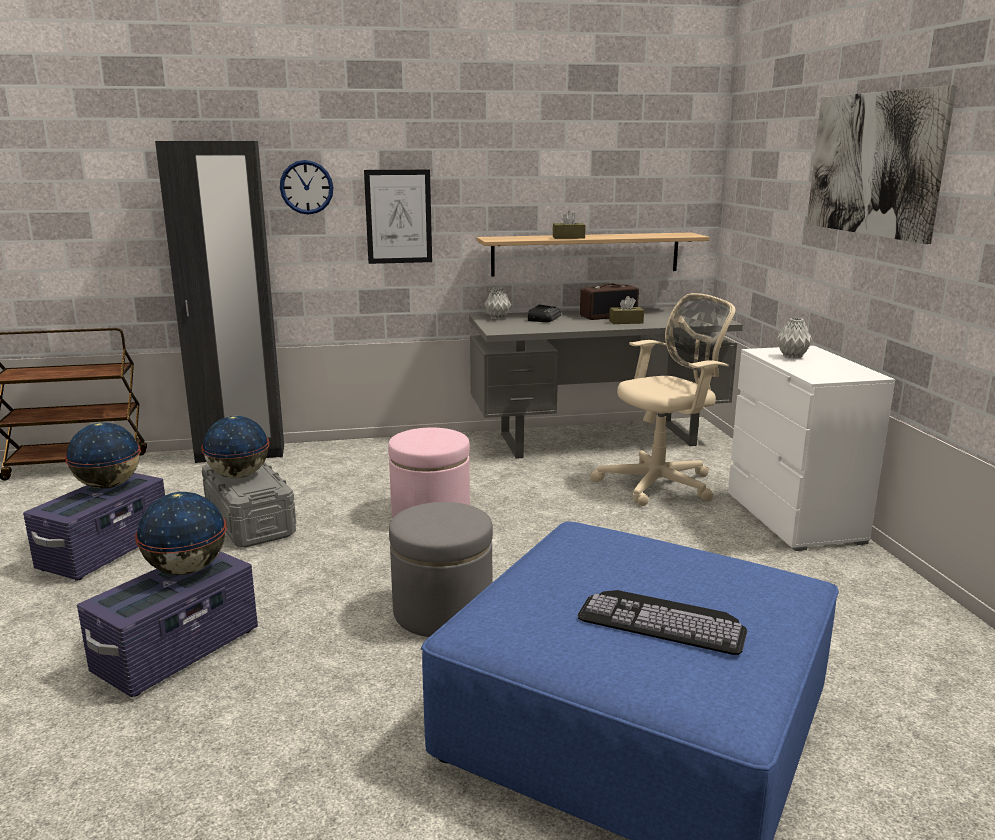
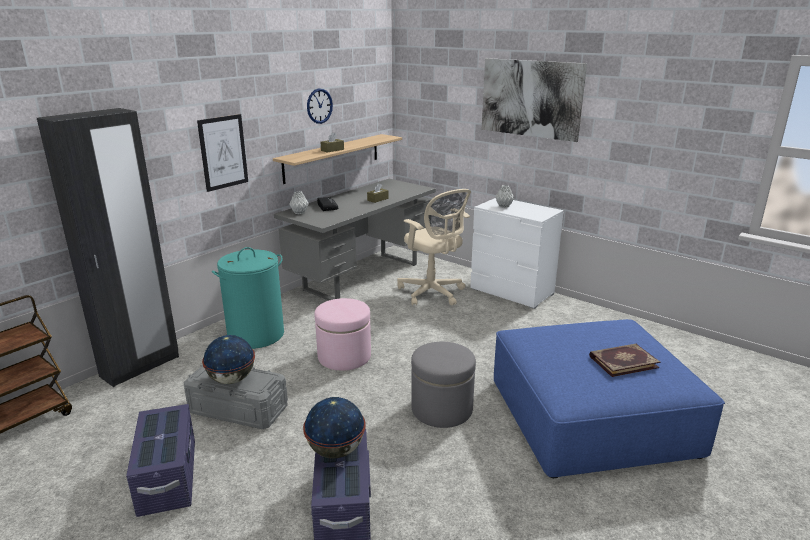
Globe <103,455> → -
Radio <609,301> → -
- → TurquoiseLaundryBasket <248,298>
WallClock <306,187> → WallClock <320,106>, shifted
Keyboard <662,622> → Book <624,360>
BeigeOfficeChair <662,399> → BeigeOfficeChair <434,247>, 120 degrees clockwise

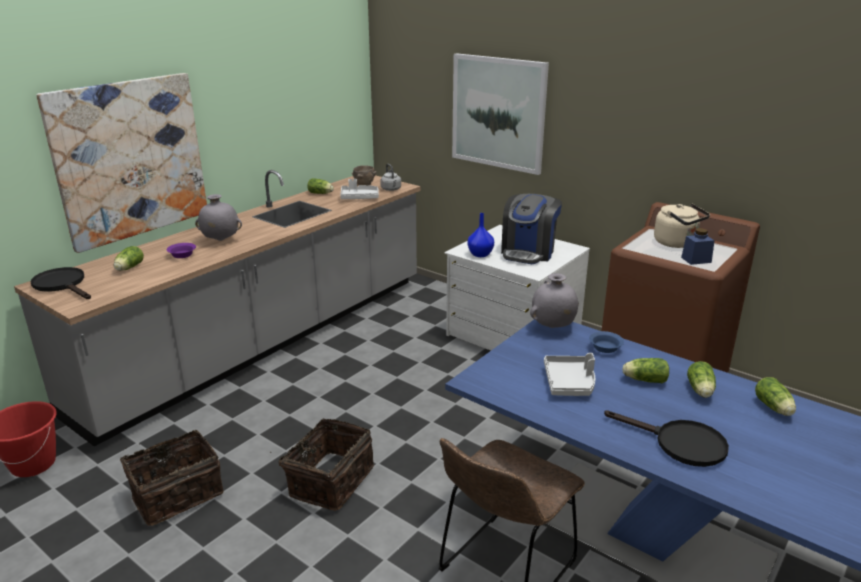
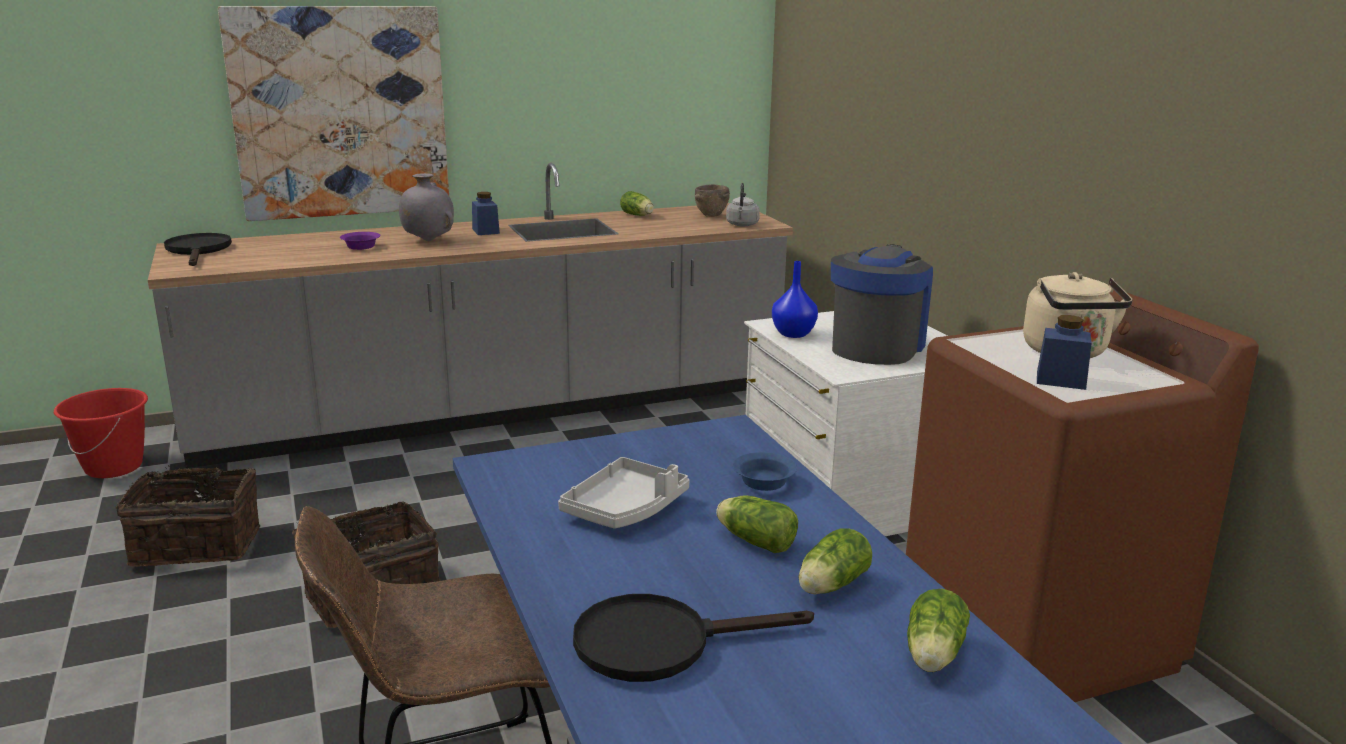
Lettuce <129,258> → -
GreyTray <359,189> → -
Picture <500,114> → -
GreyVase <554,300> → -
- → BlueJar <486,213>
CoffeeMachine <531,229> → CoffeeMachine <882,304>, 150 degrees clockwise
BlackFryingPan <666,439> → BlackFryingPan <693,638>, 105 degrees clockwise

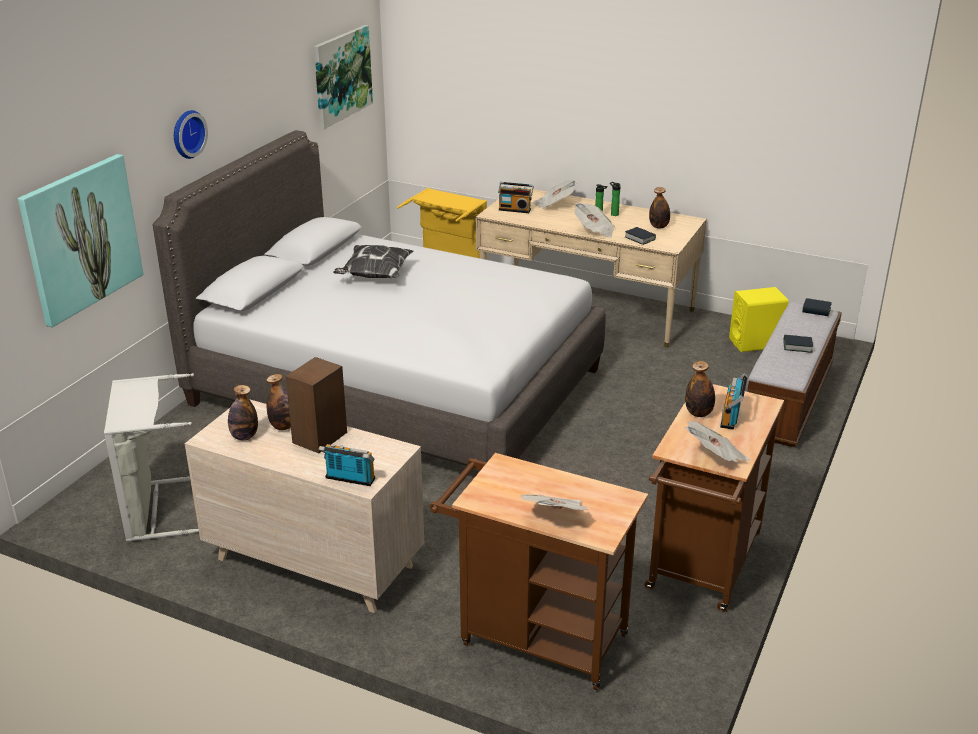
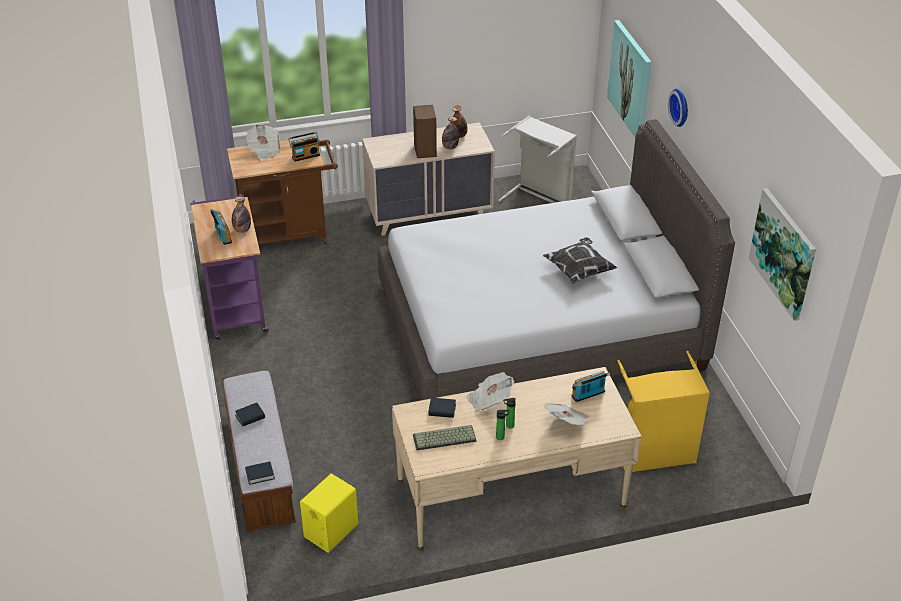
Newspaper <717,442> → -
Radio <347,465> → Radio <304,147>, shifted
Bottle <659,208> → Keyboard <445,438>
BrownCart <714,497> → PurpleCart <229,267>

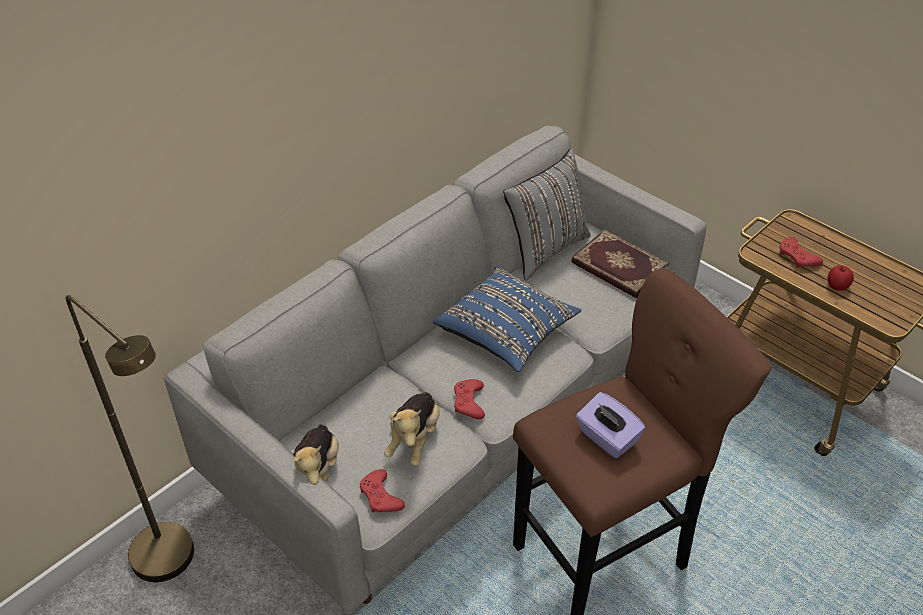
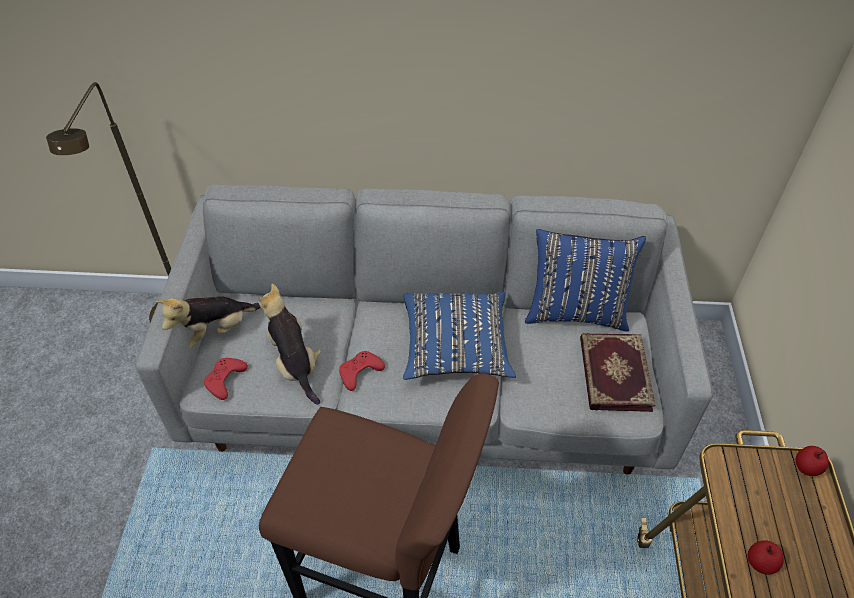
PurpleTissueBox <611,425> → -
RedGameController <801,252> → -
- → Apple <812,461>
GreyPillow <547,215> → BluePillow <585,280>
PlushToy <412,429> → PlushToy <289,344>, 90 degrees clockwise

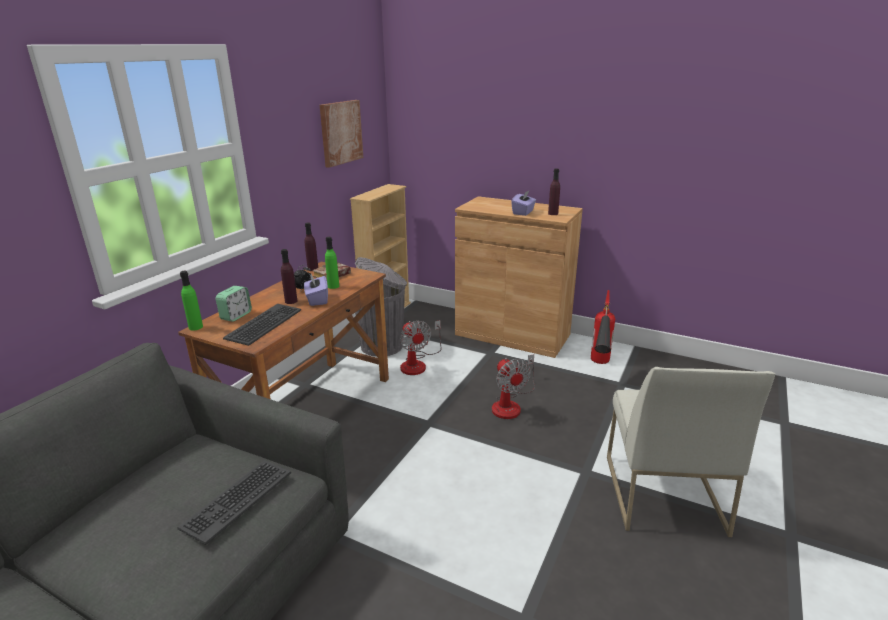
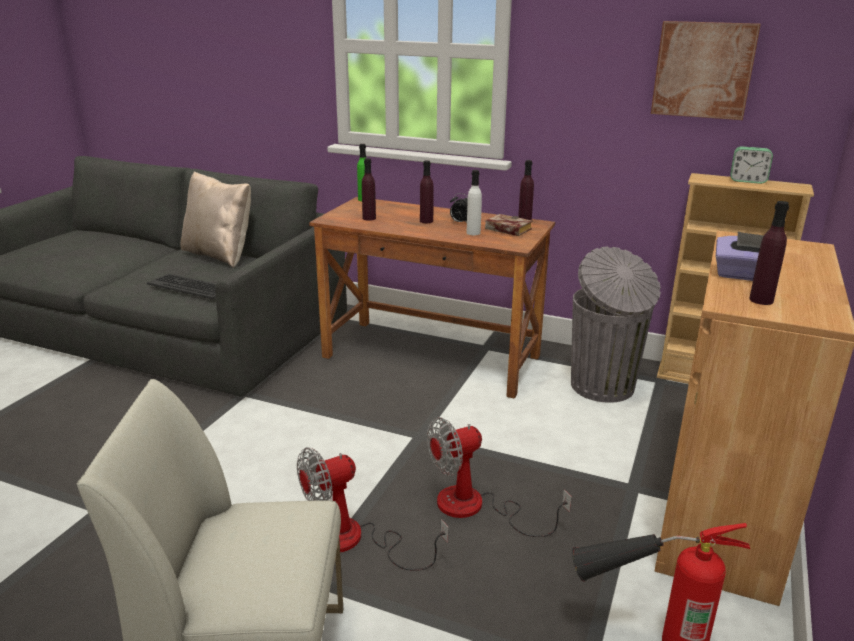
PurpleTissueBox <316,290> → -
- → BeigePillow <216,219>
AlarmClock <233,303> → AlarmClock <751,165>, shifted
Fan <421,347> → Fan <373,509>, shifted
Keyboard <262,325> → PurpleBottle <369,189>
GreenBottle <332,263> → WhiteBottle <474,202>

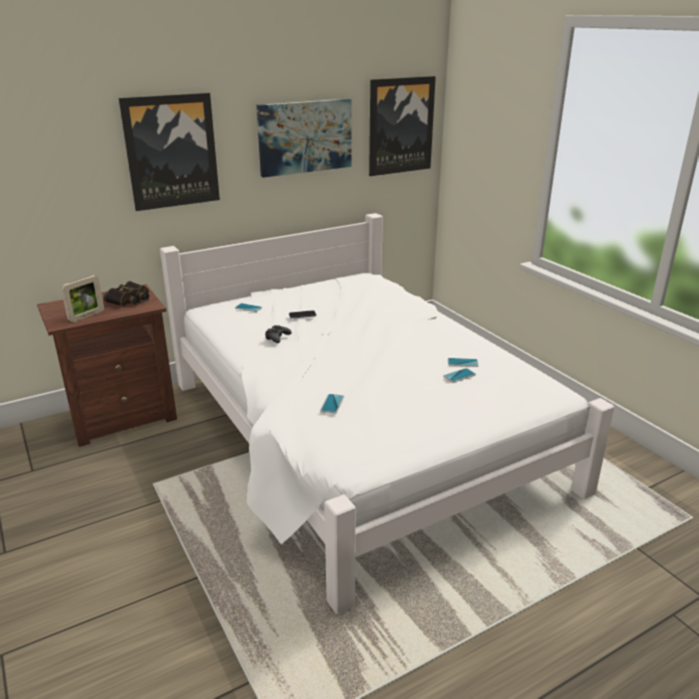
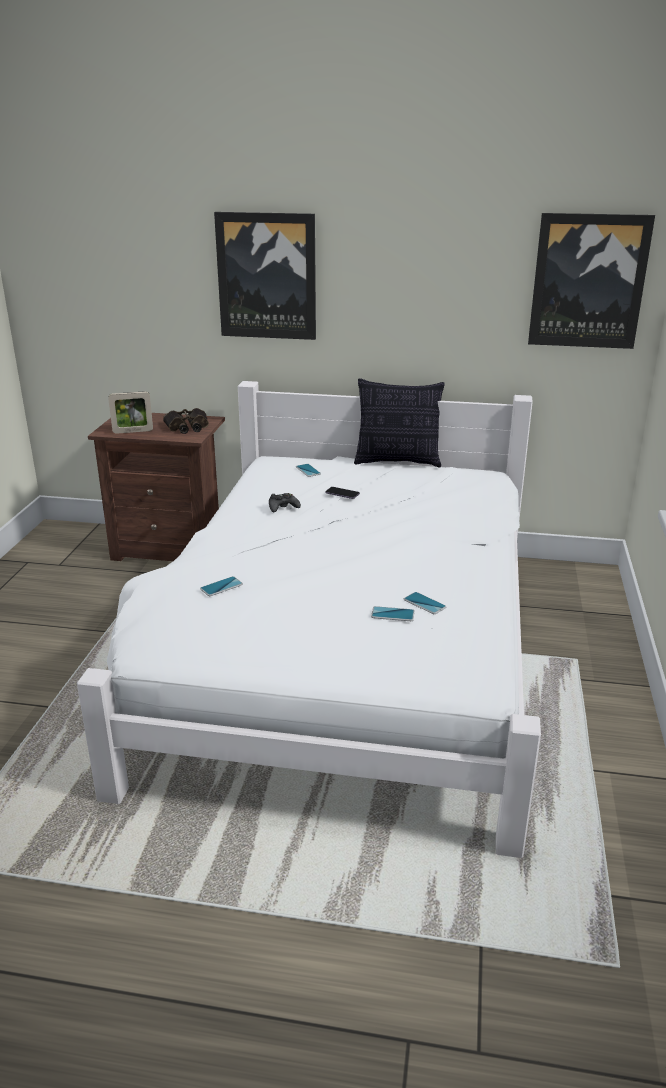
Picture <304,138> → -
- → Pillow <399,422>

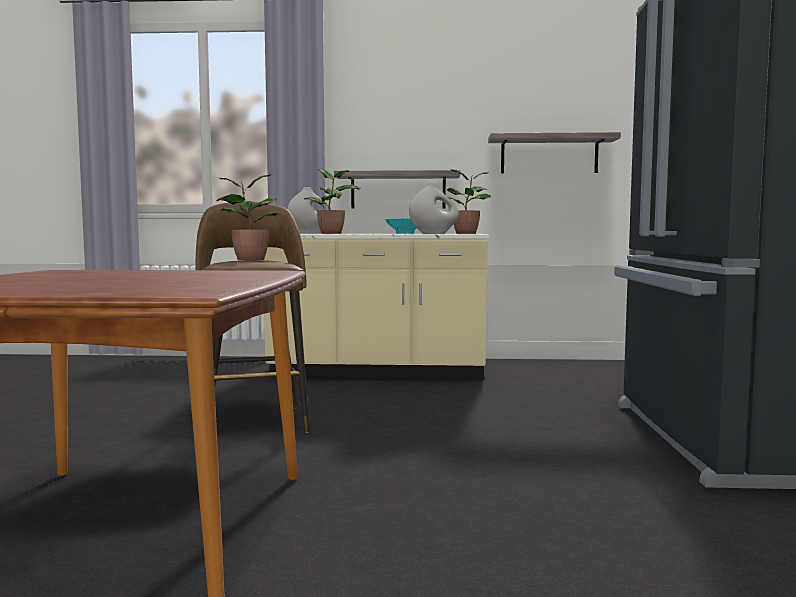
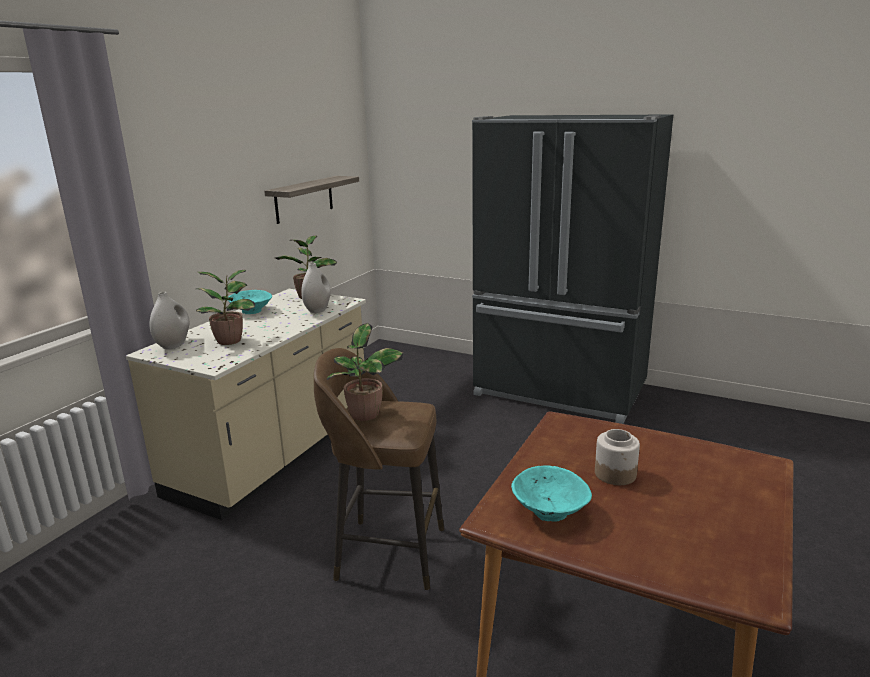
Shelf <397,189> → -
- → TurquoiseBowl <551,494>
- → Jar <617,457>

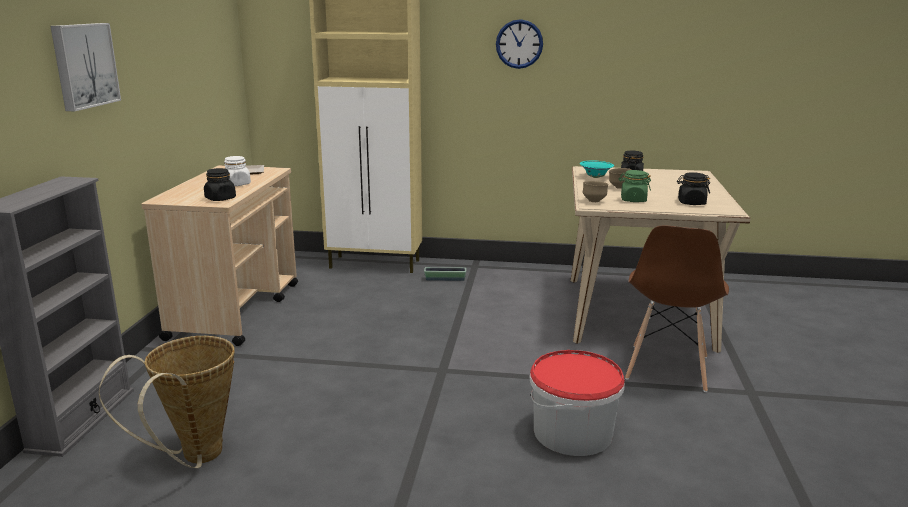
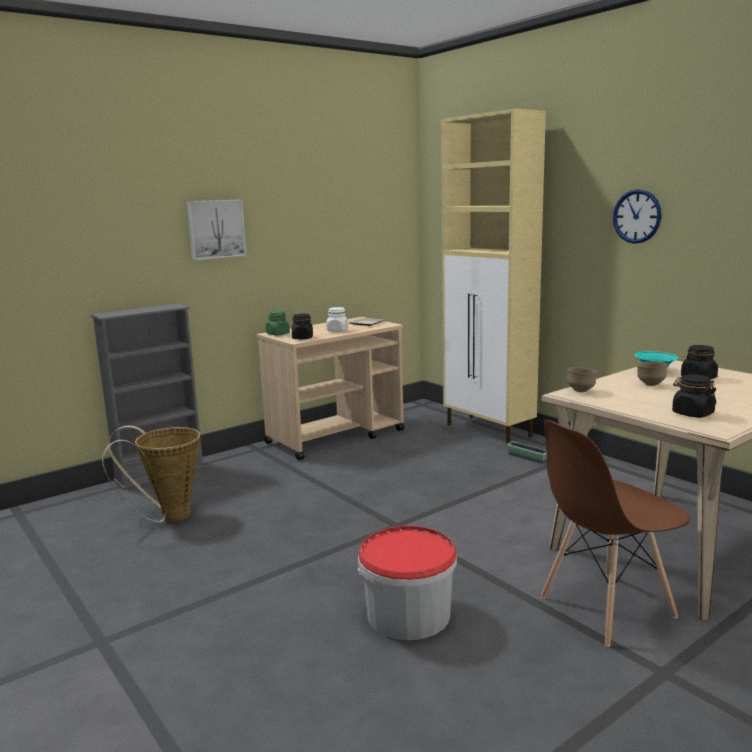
GreenJar <635,186> → GreenJar <278,322>, shifted

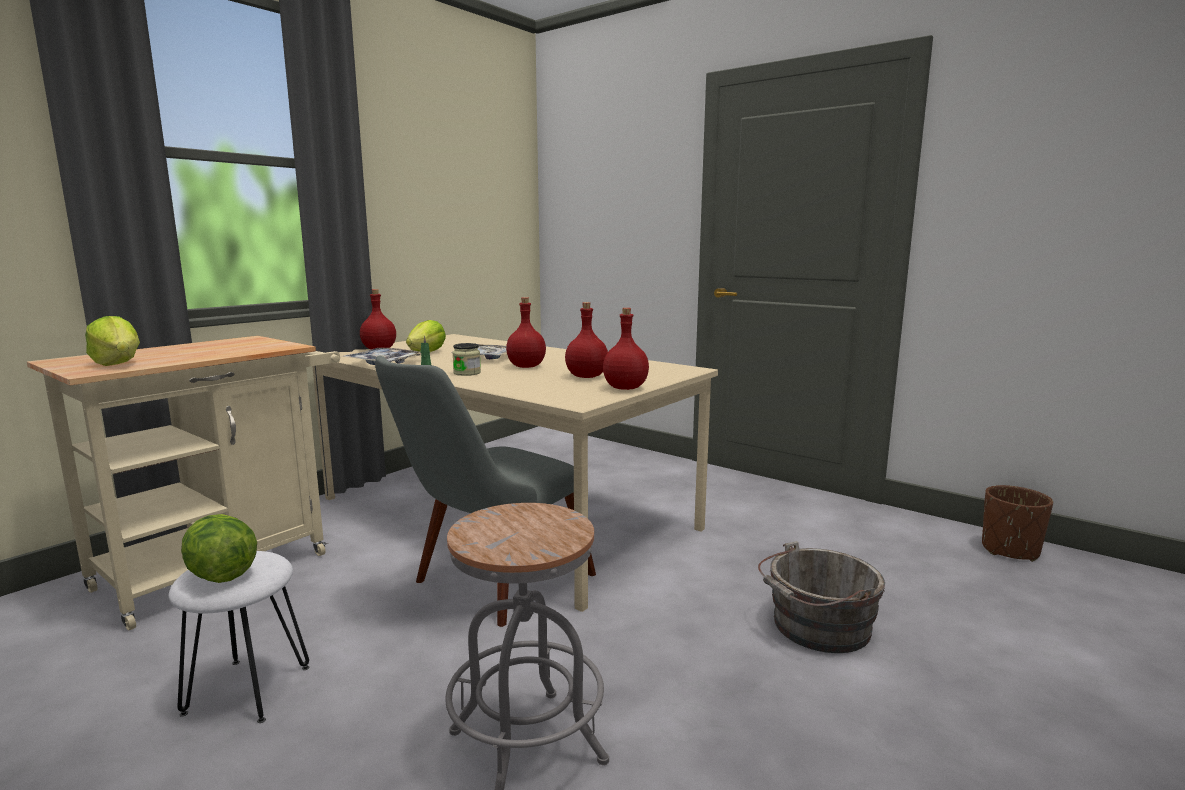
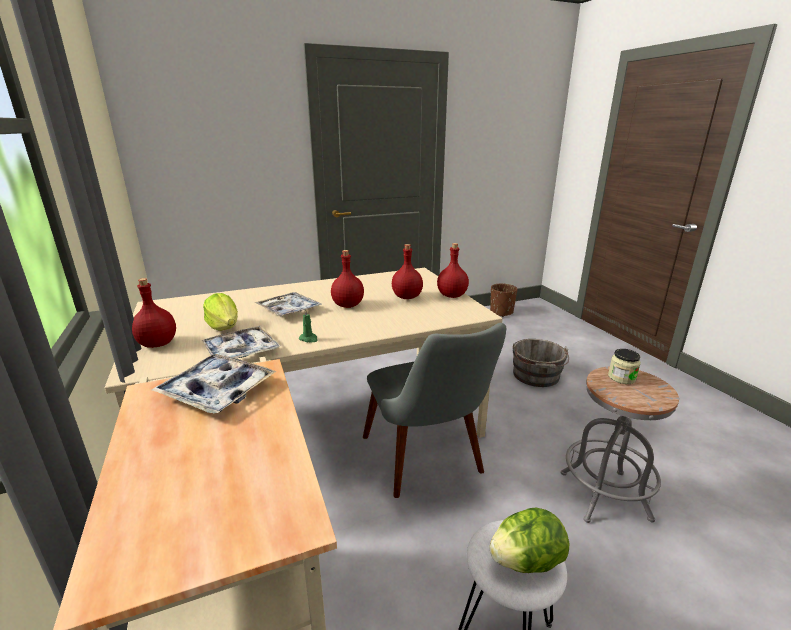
Lettuce <112,341> → -
- → Tray <214,384>
Jar <466,359> → Jar <624,366>, shifted

